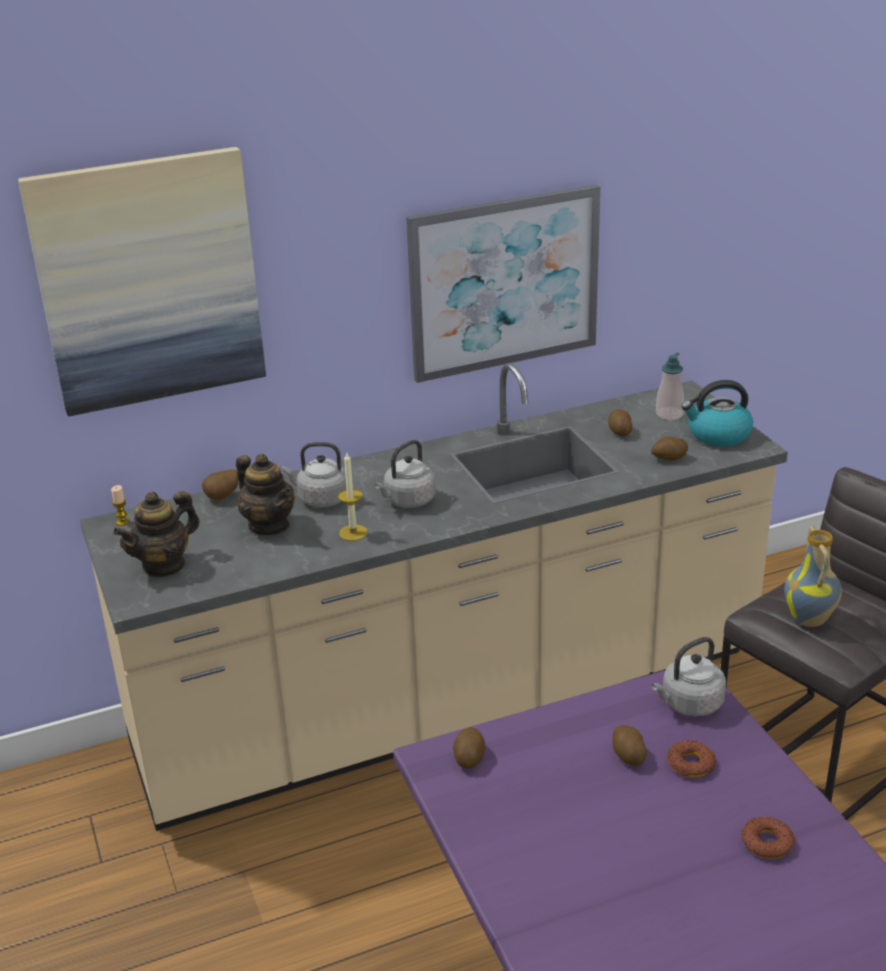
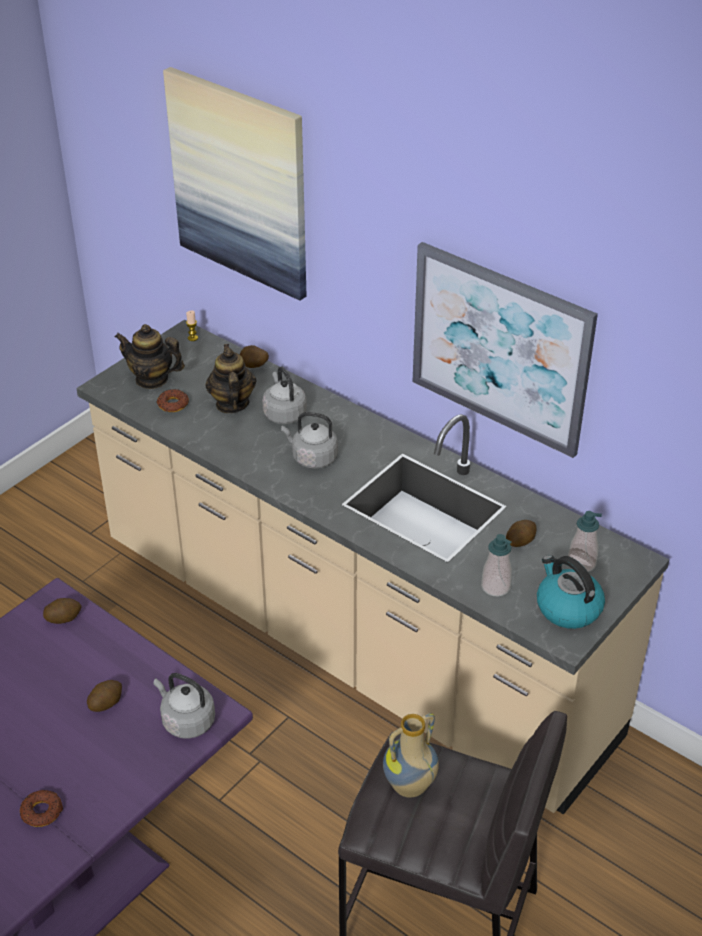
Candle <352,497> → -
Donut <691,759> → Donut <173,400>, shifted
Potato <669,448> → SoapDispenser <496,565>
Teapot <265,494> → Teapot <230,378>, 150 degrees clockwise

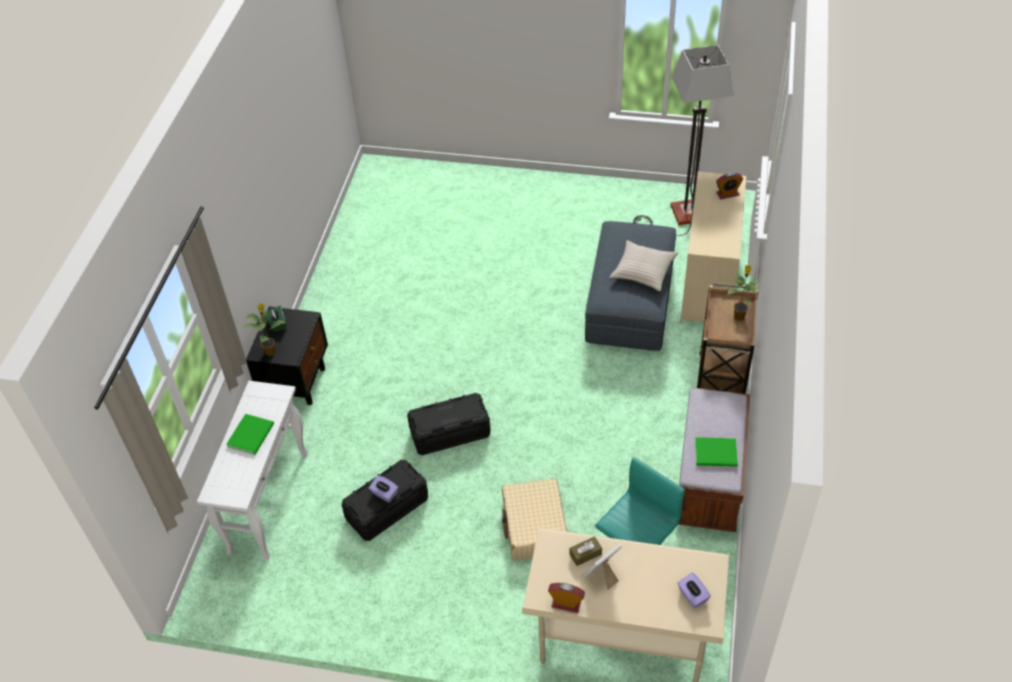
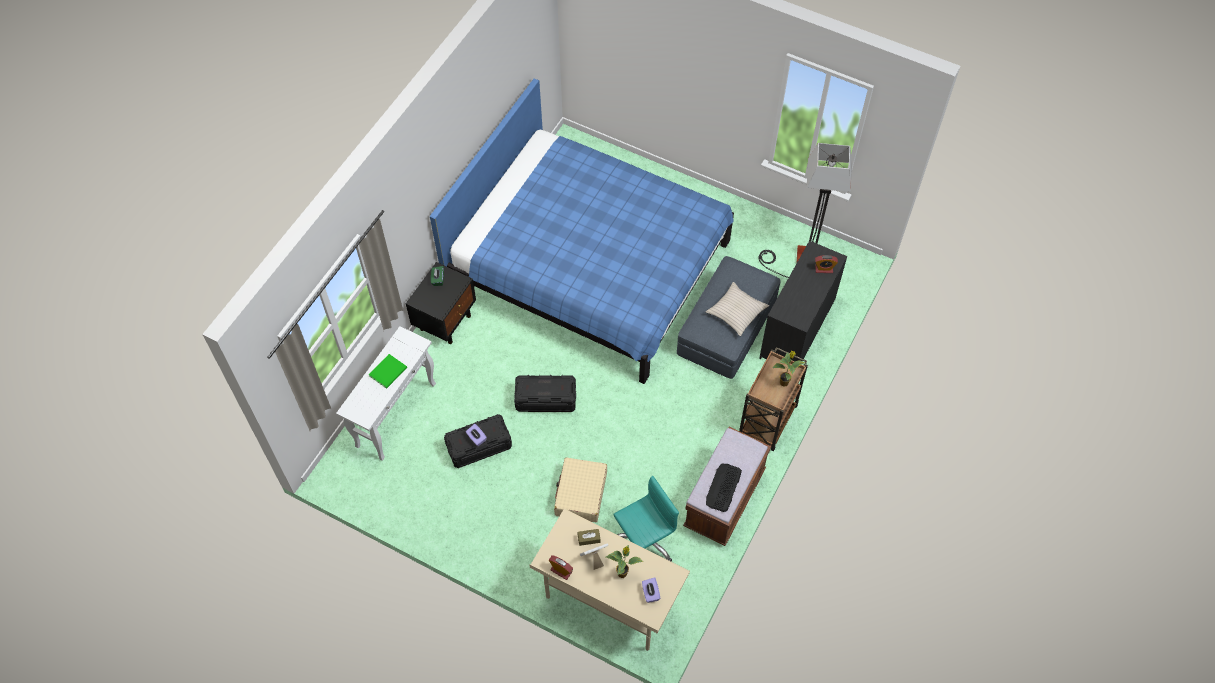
- → BlueBed <582,231>
PottedPlant <264,330> → PottedPlant <624,561>, shifted
GreenBook <716,452> → Keyboard <724,487>
BeigeDresser <713,248> → BlackDresser <803,301>

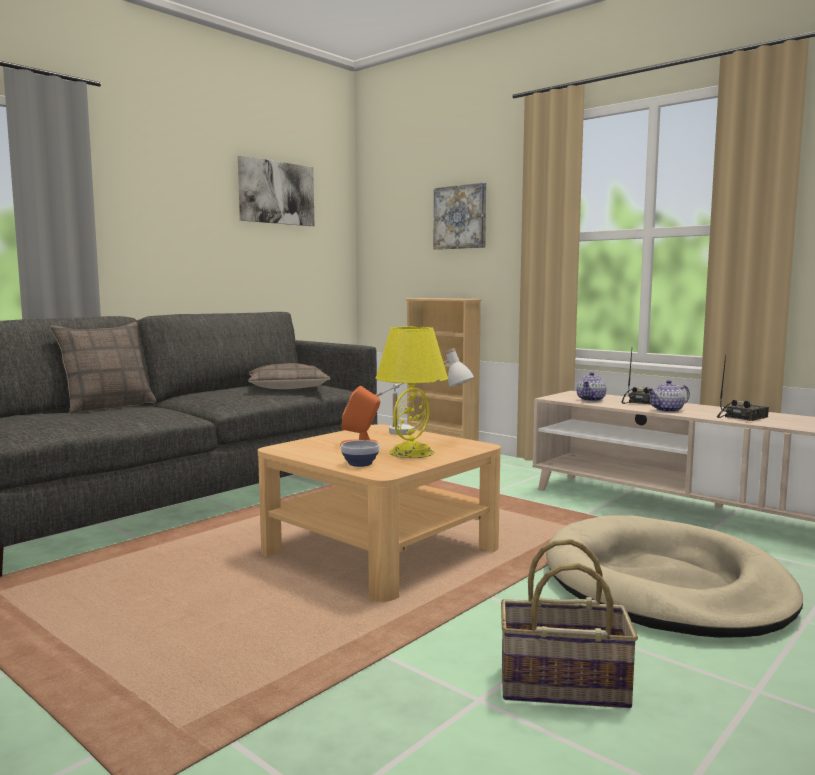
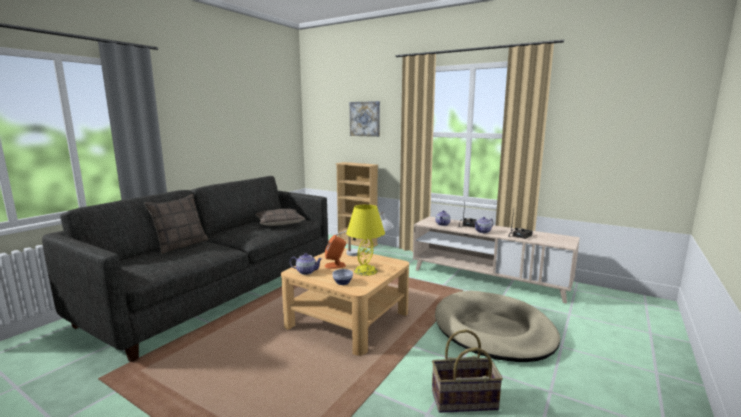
Picture <276,191> → -
- → Teapot <306,264>

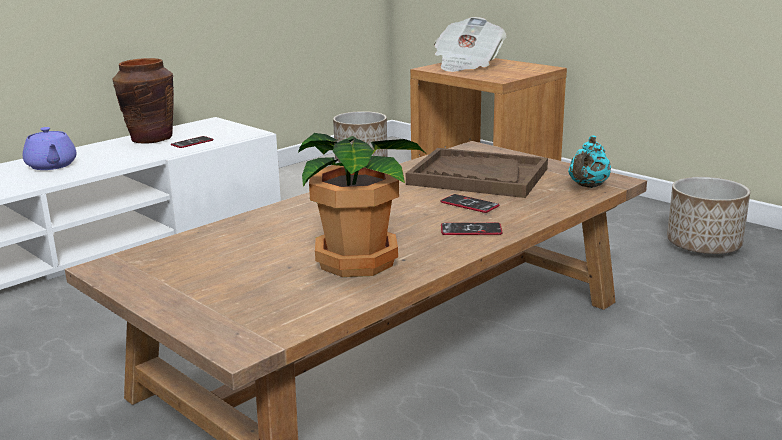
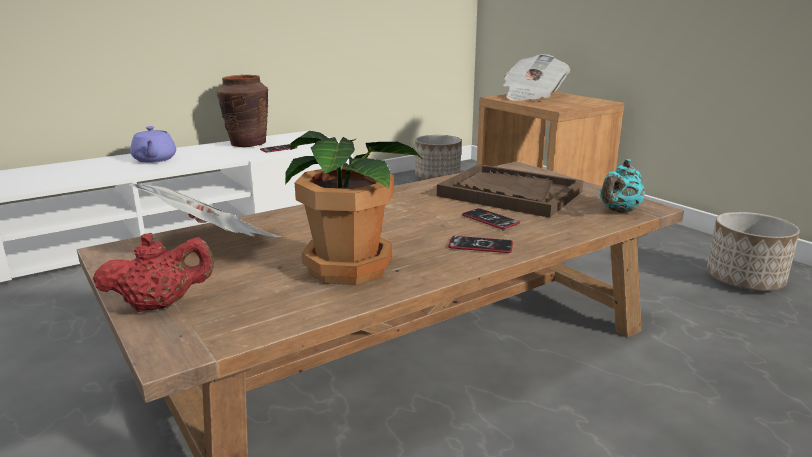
- → RedTeapot <153,272>
- → Newspaper <204,210>

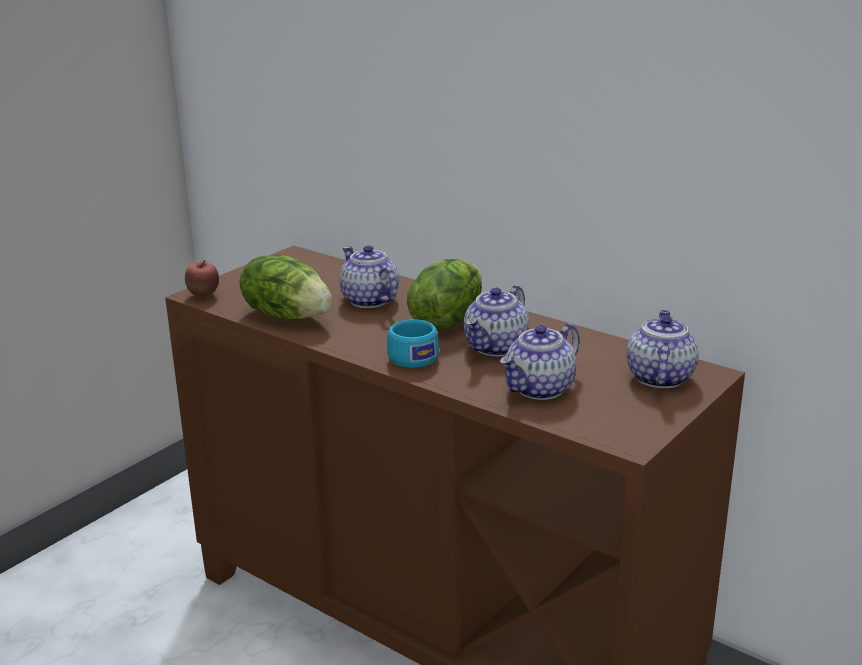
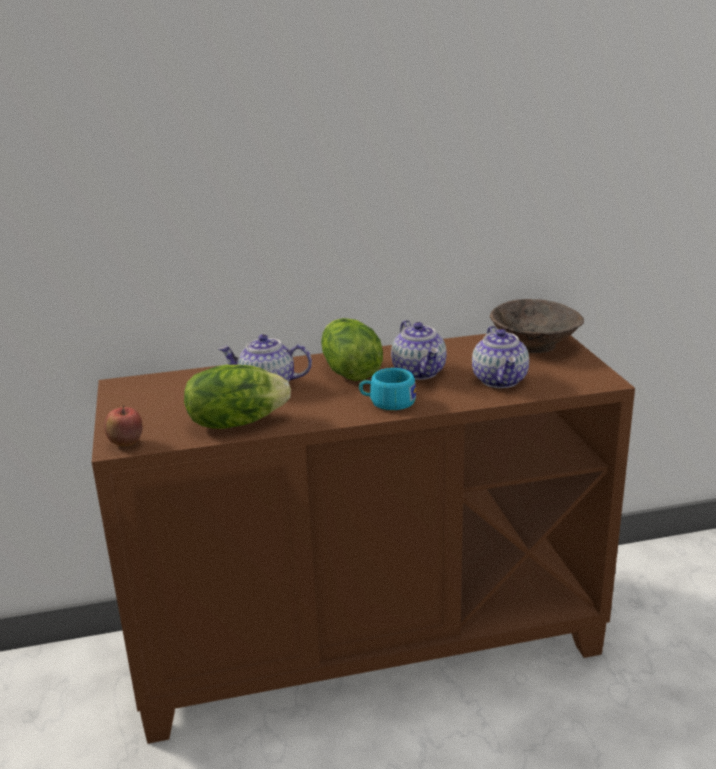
Teapot <663,349> → BrownBowl <537,326>

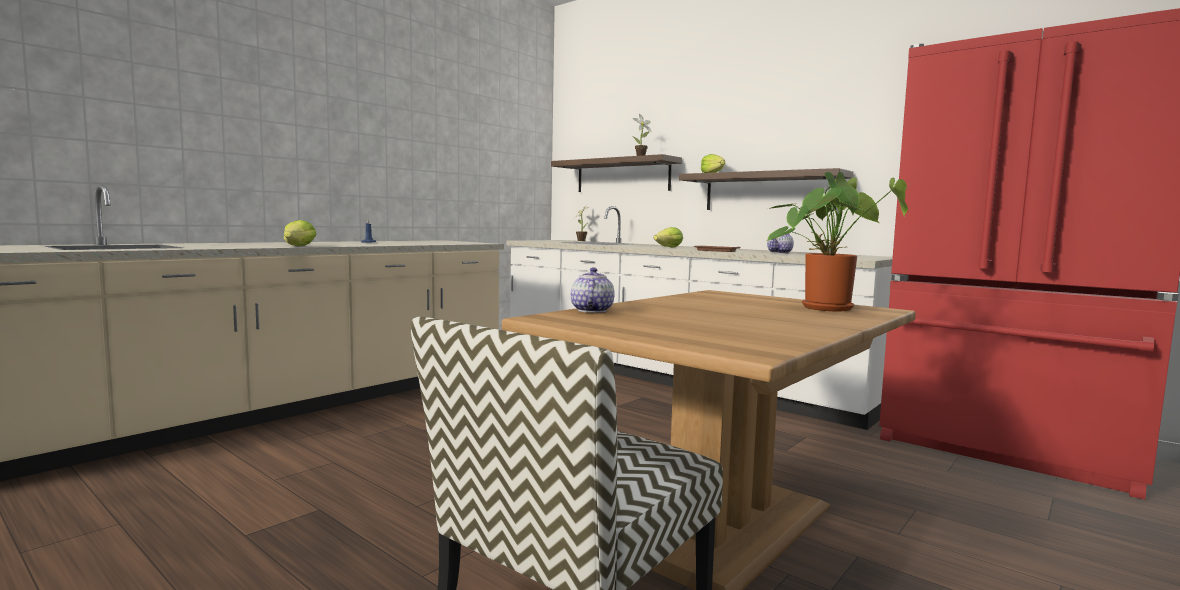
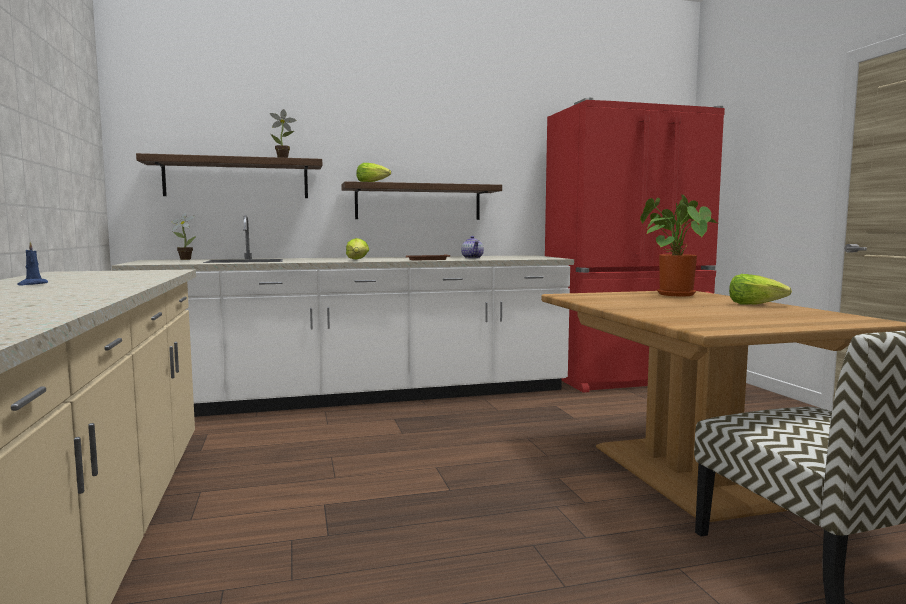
Teapot <592,290> → -
Lettuce <300,233> → Lettuce <760,289>, shifted

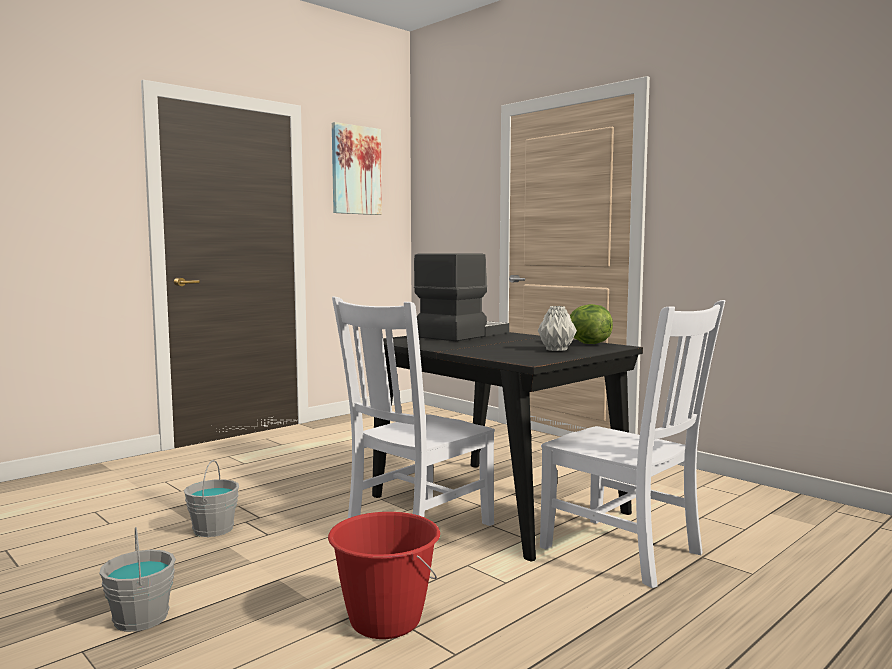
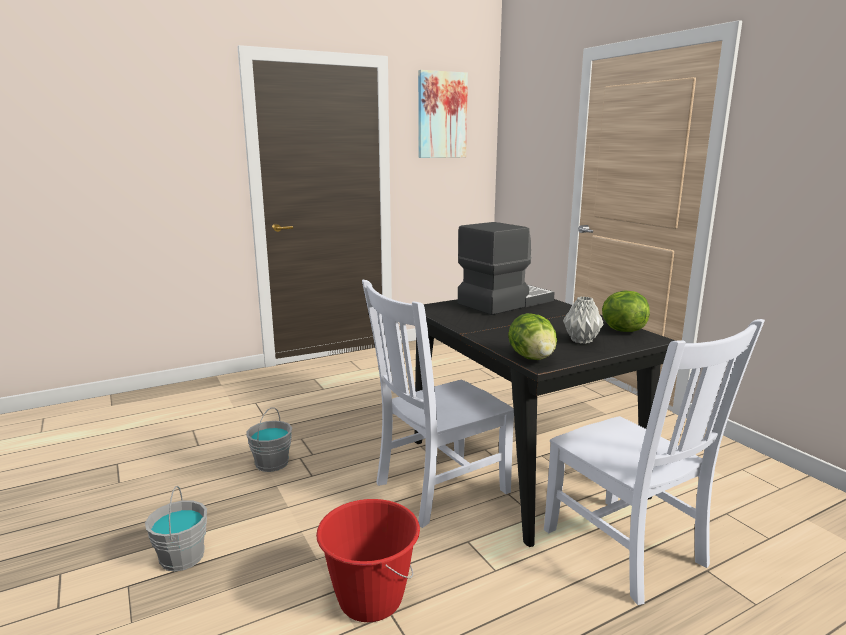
- → Lettuce <532,336>

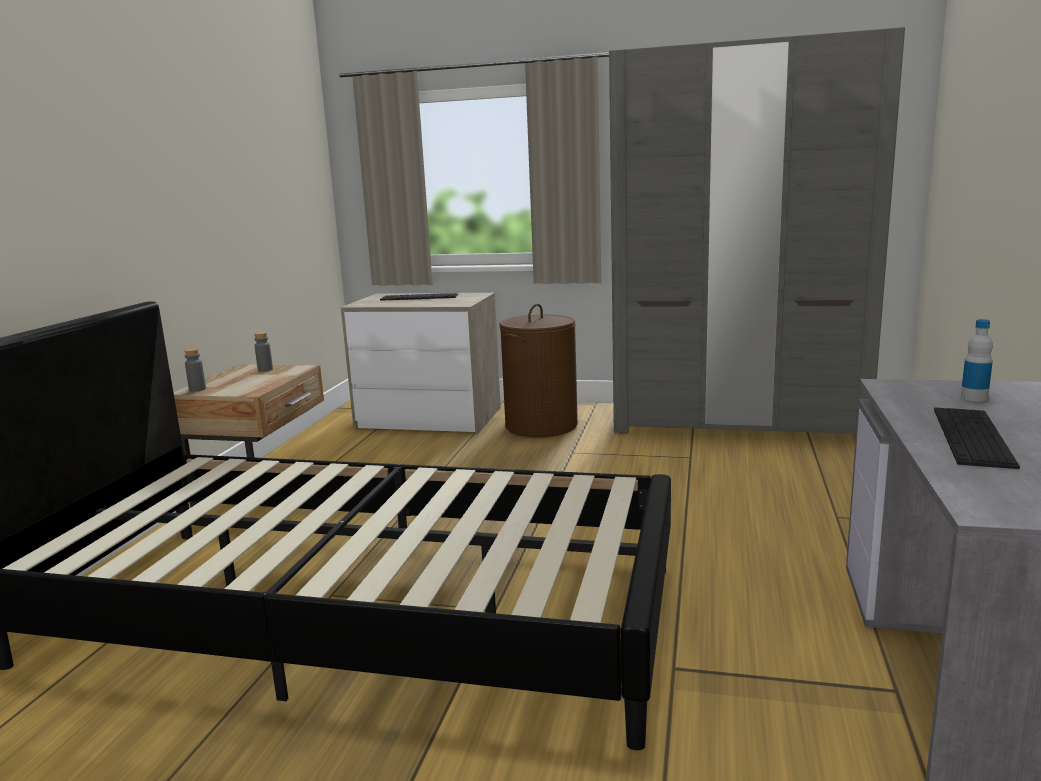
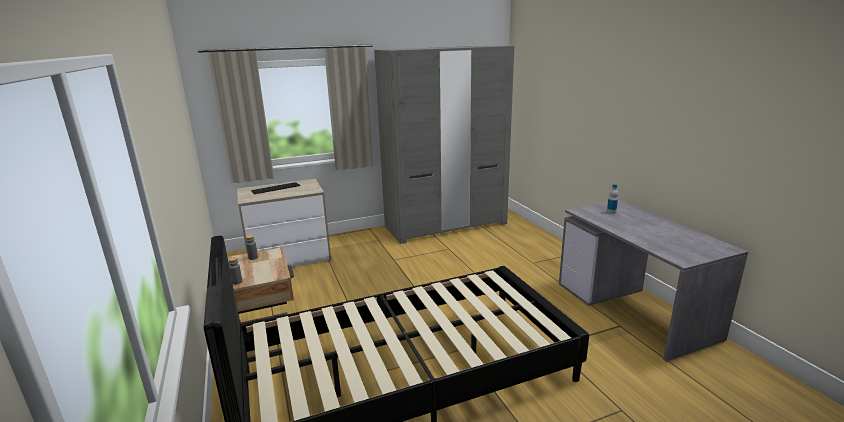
BrownLaundryBasket <538,370> → -
Keyboard <977,438> → -

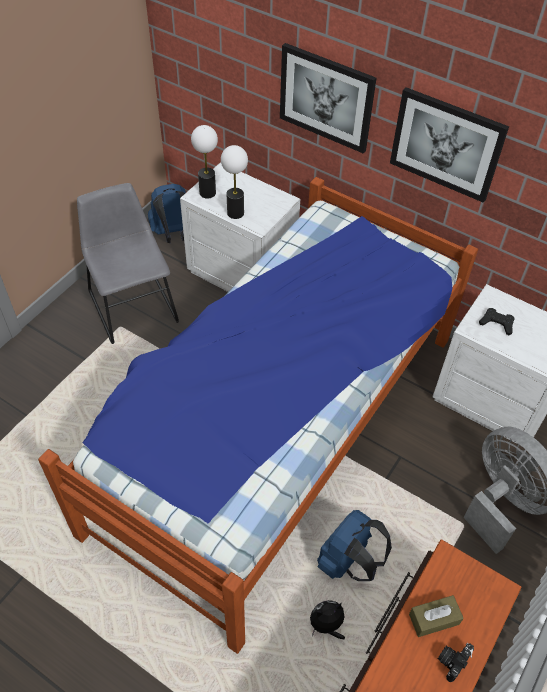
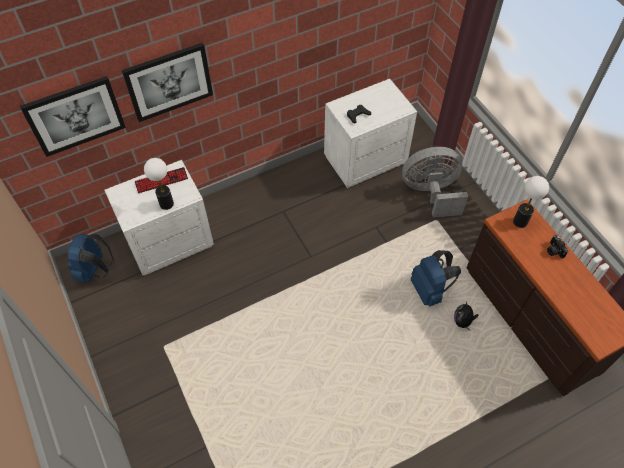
Bed <258,415> → -
GreyChair <128,263> → -
BrownTissueBox <436,616> → -
- → Keyboard <161,180>
TableLamp <204,162> → TableLamp <531,202>, shifted
Picture <449,145> → Picture <73,116>, shifted

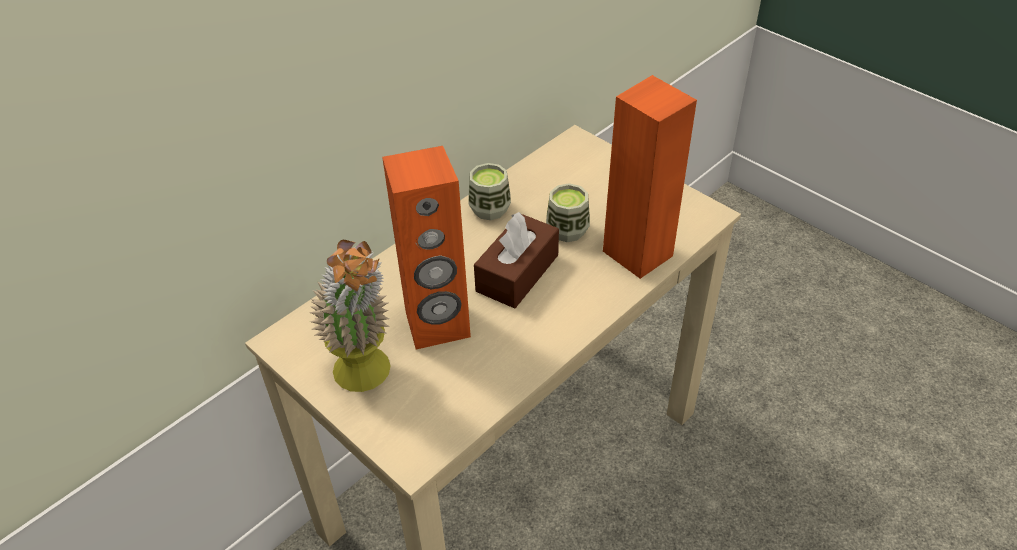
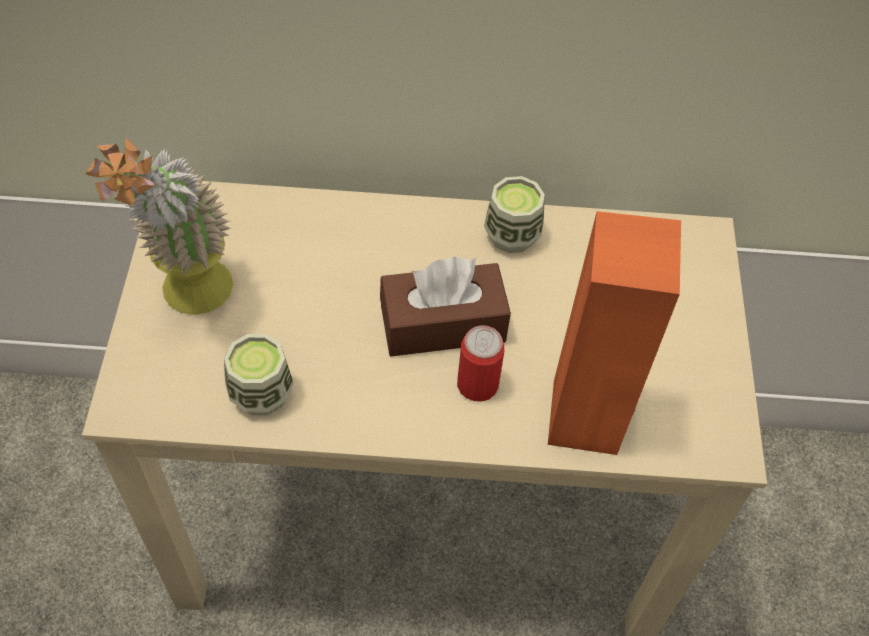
OrangeSpeaker <426,248> → -
- → Can <480,363>
Cup <568,212> → Cup <259,374>, shifted

